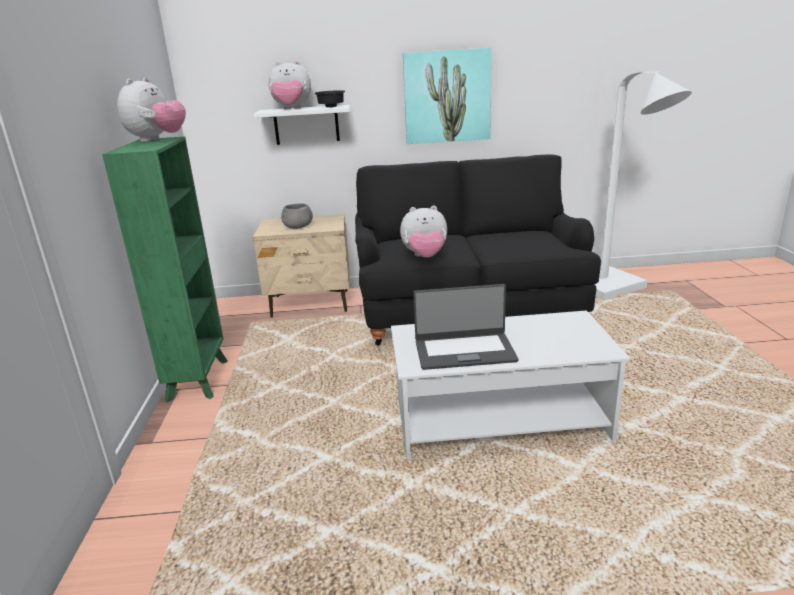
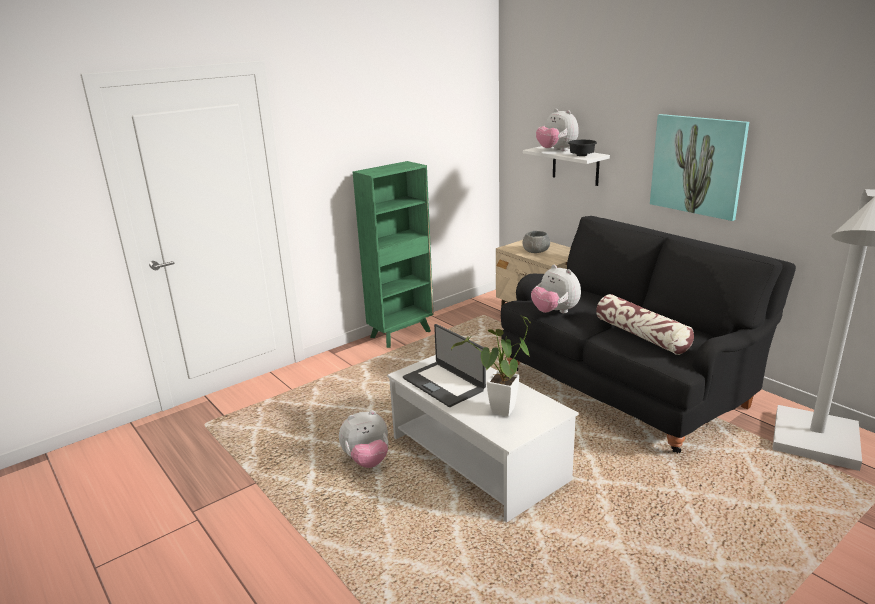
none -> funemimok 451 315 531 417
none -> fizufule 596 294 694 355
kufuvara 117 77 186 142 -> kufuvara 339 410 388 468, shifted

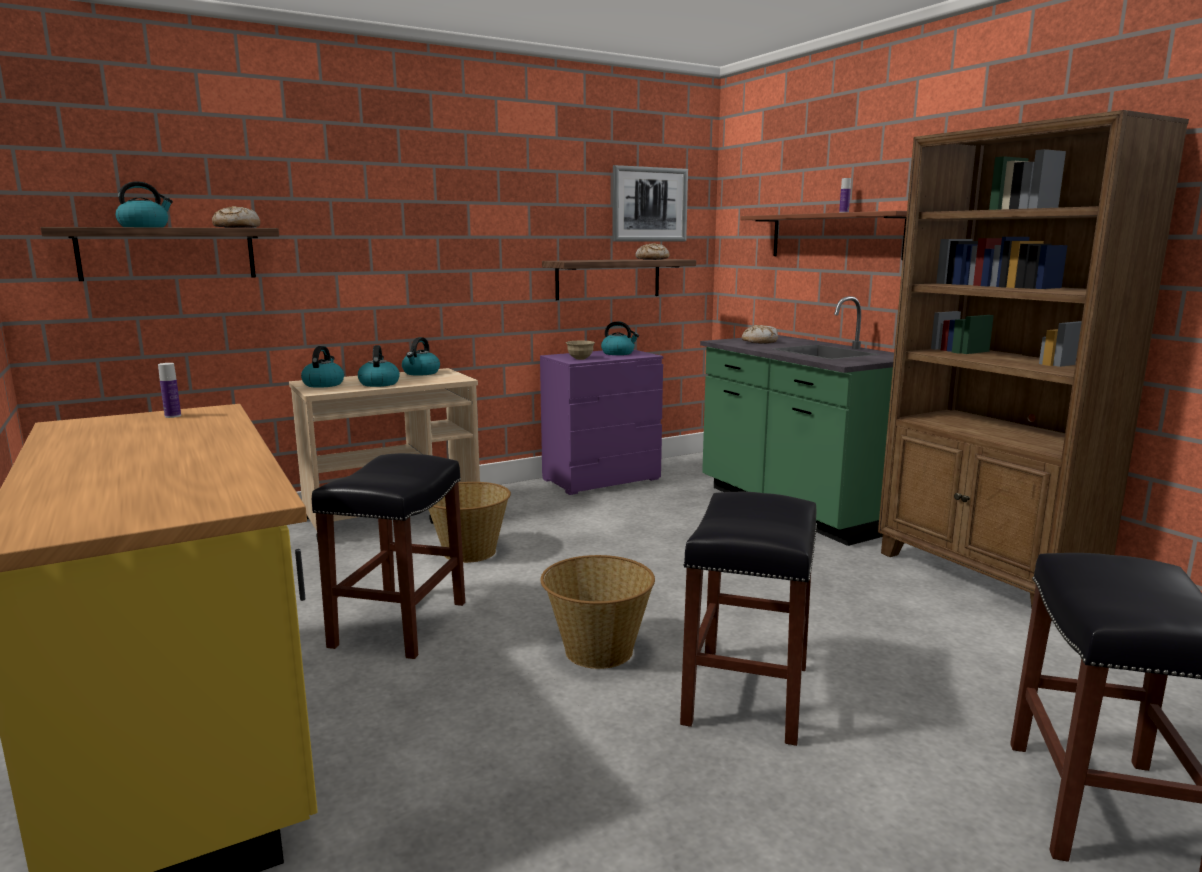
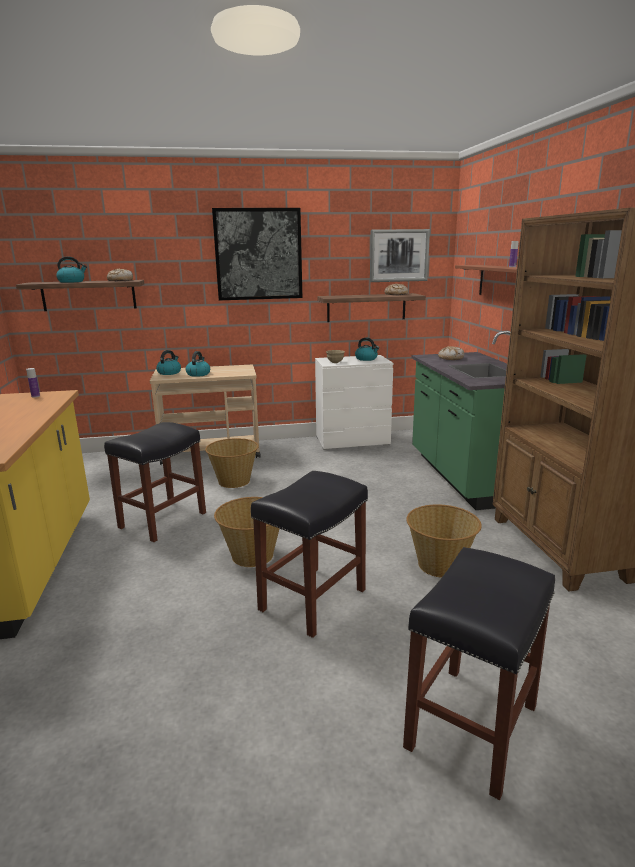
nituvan 402 337 440 376 -> none
none -> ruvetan 212 208 303 300
none -> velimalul 406 504 482 578
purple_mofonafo 540 350 663 495 -> white_mofonafo 315 355 393 450

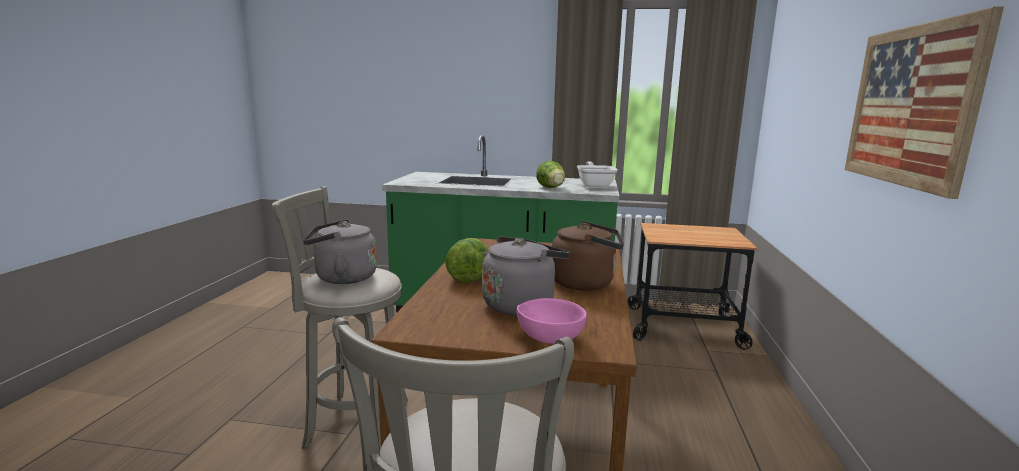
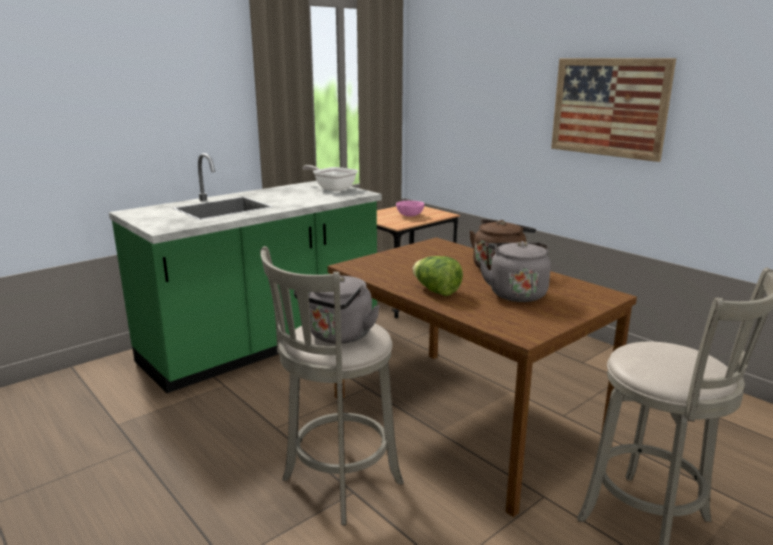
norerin 536 161 565 188 -> none
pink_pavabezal 517 298 587 344 -> pink_pavabezal 396 201 424 217, shifted

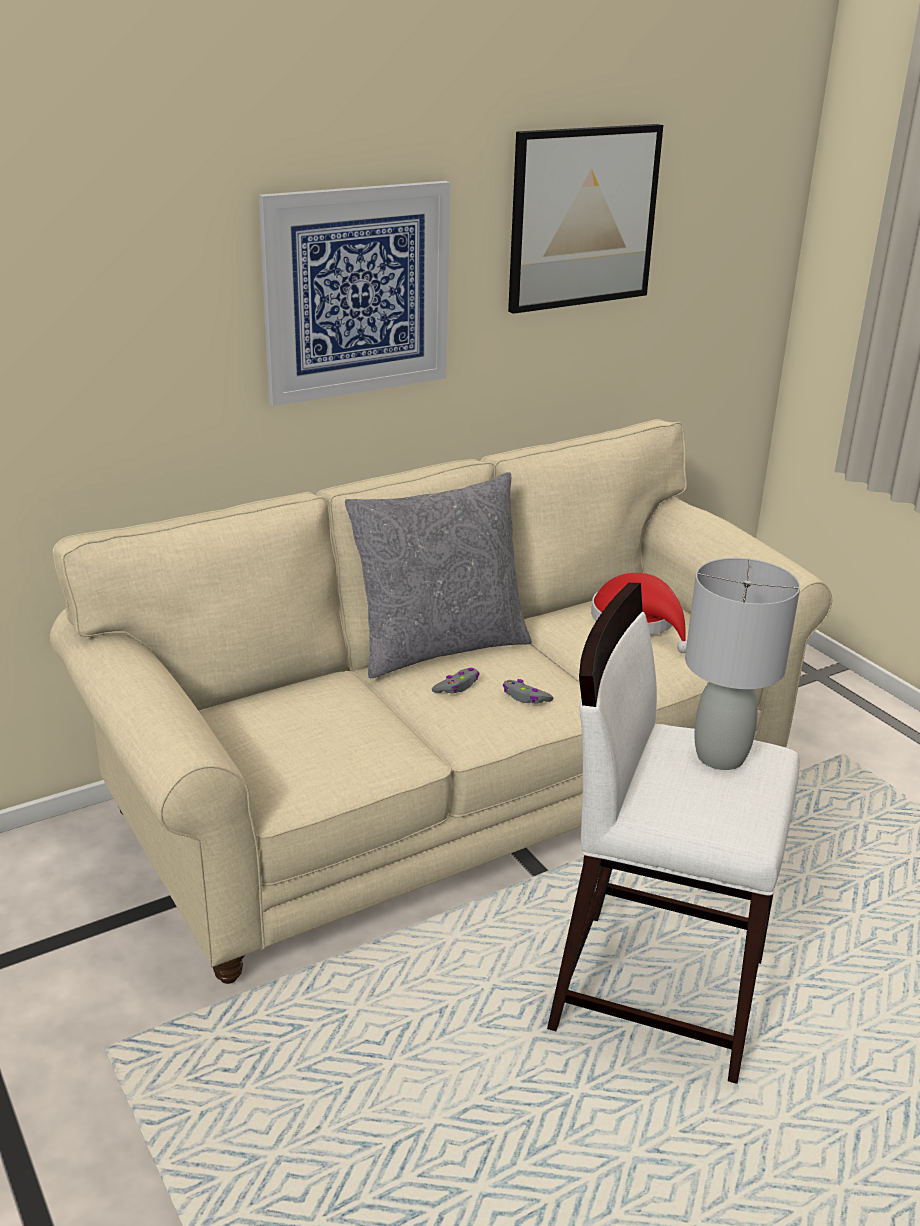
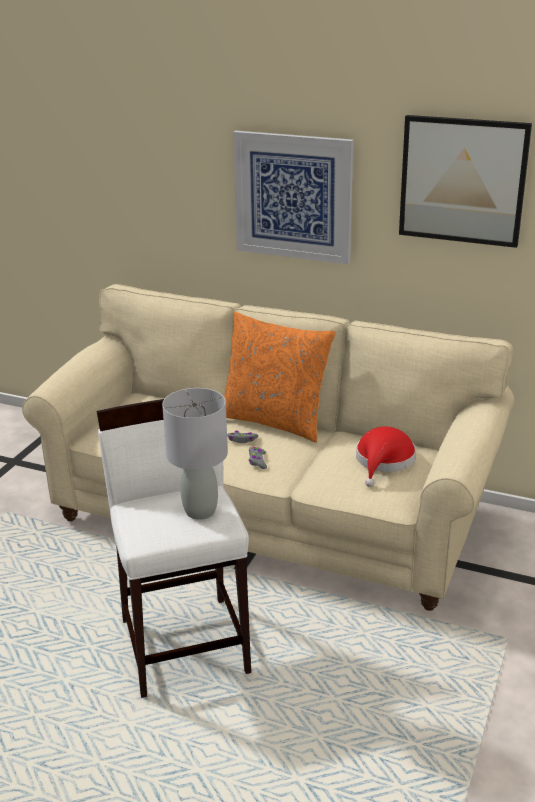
grey_fizufule 345 472 532 678 -> orange_fizufule 224 312 336 442

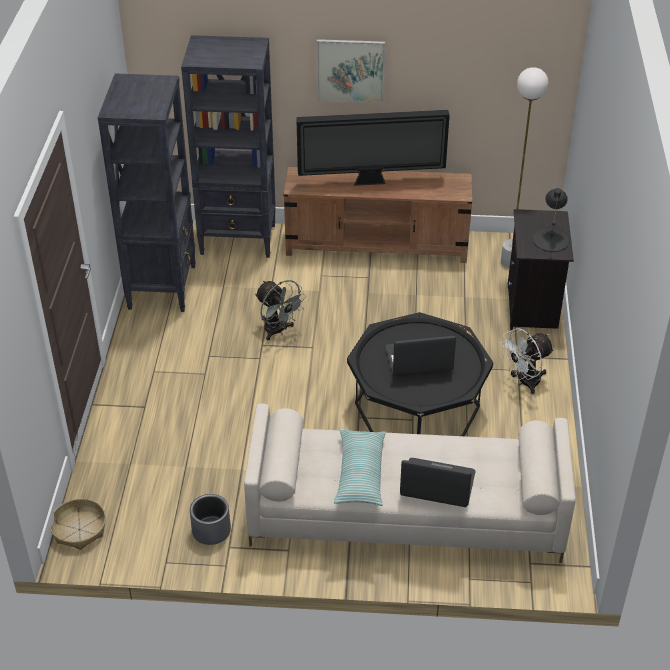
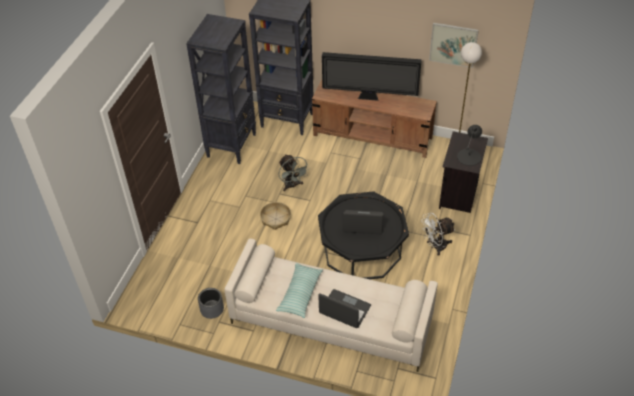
velimalul 50 499 106 550 -> velimalul 260 202 291 230, shifted
ruvetan 317 39 385 103 -> ruvetan 429 23 479 68, shifted

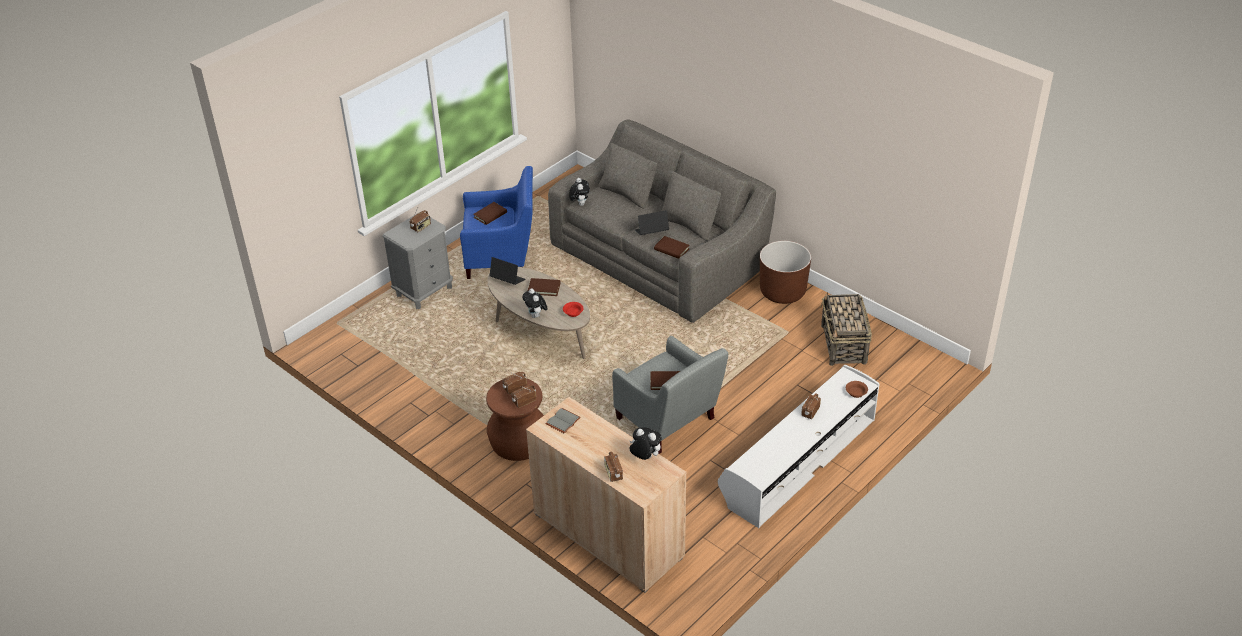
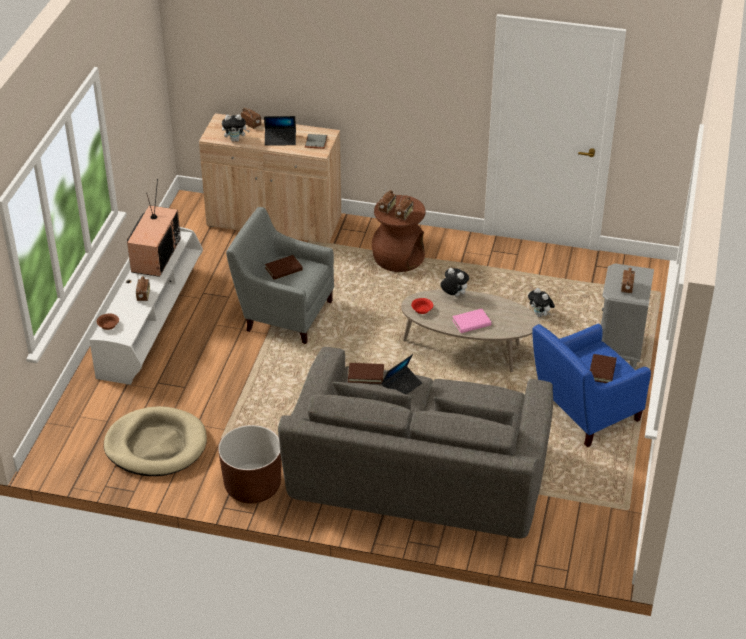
none -> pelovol 127 179 181 277
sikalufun 489 257 525 285 -> sikalufun 264 116 296 146, shifted
kufuvara 569 178 590 206 -> kufuvara 528 288 555 317, shifted
velimalul 821 292 872 366 -> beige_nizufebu 104 406 207 476
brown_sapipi 528 278 561 296 -> pink_sapipi 452 309 491 333

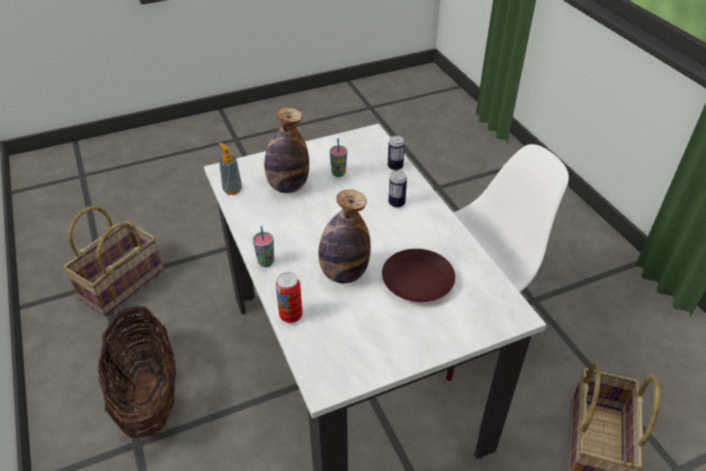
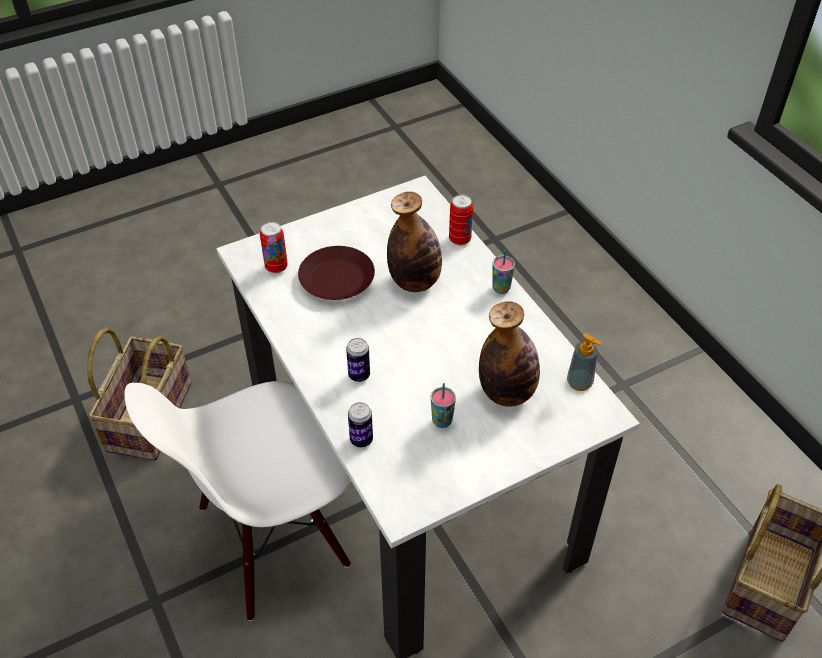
velimalul 97 306 176 438 -> none
none -> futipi 260 222 288 273

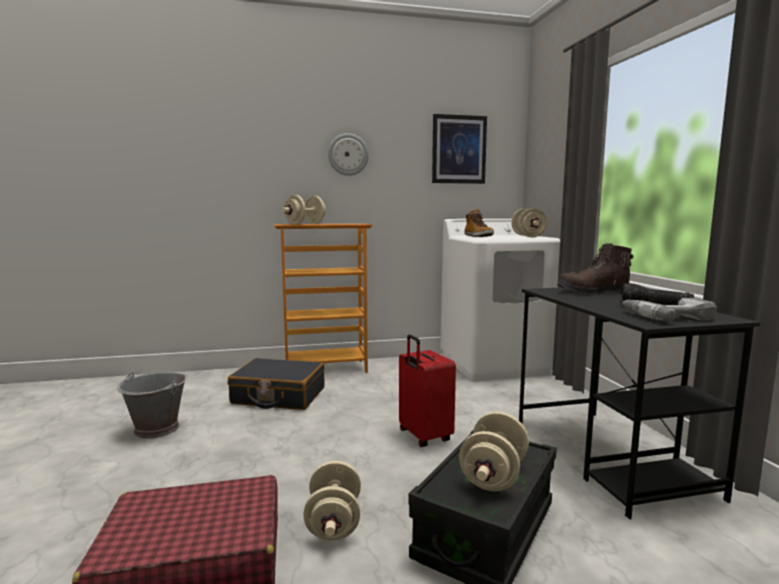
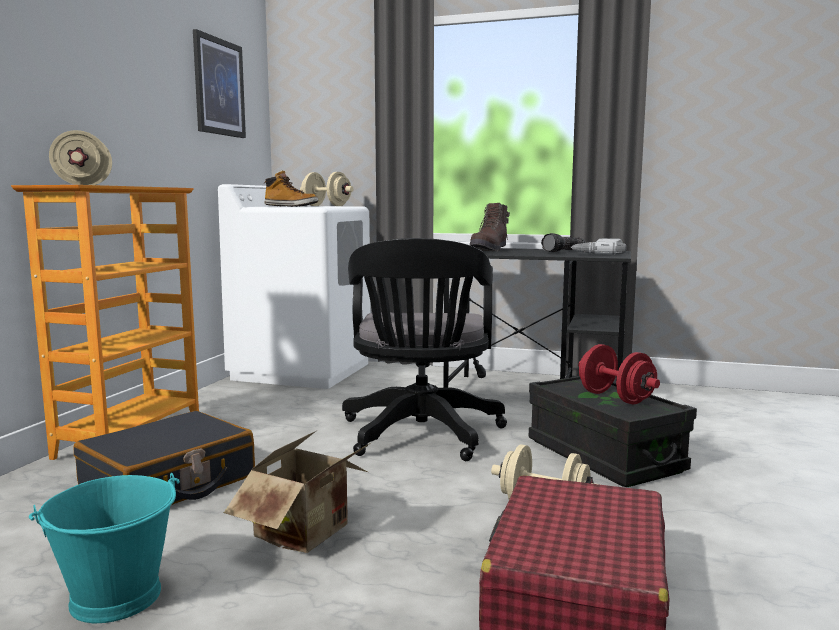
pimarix 328 133 369 176 -> none
none -> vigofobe 224 431 372 553
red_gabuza 399 334 456 447 -> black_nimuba 342 238 507 461
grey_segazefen 117 372 187 439 -> turquoise_segazefen 29 473 180 623
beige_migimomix 459 411 529 491 -> red_migimomix 578 344 660 404

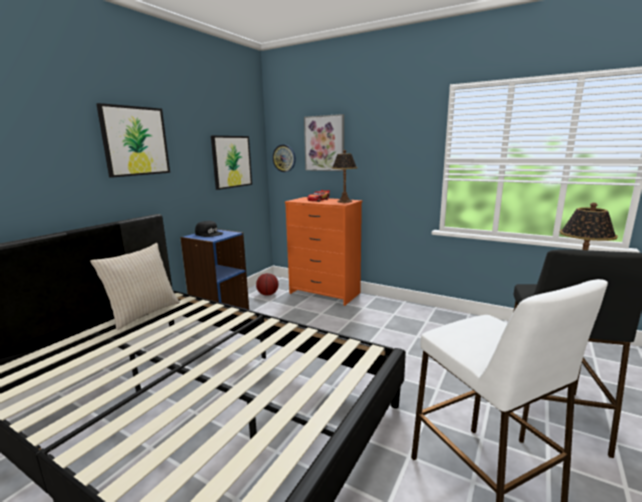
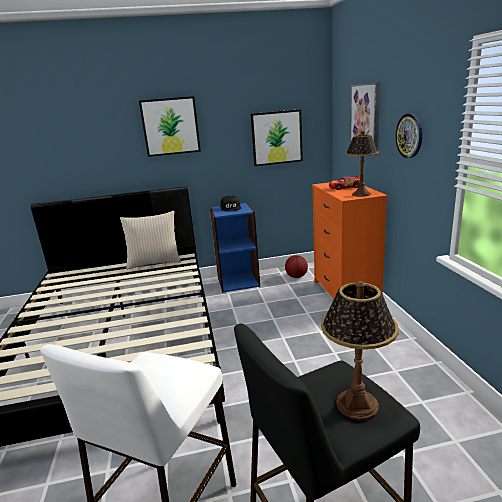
pimarix 272 145 296 172 -> pimarix 395 113 423 158, shifted

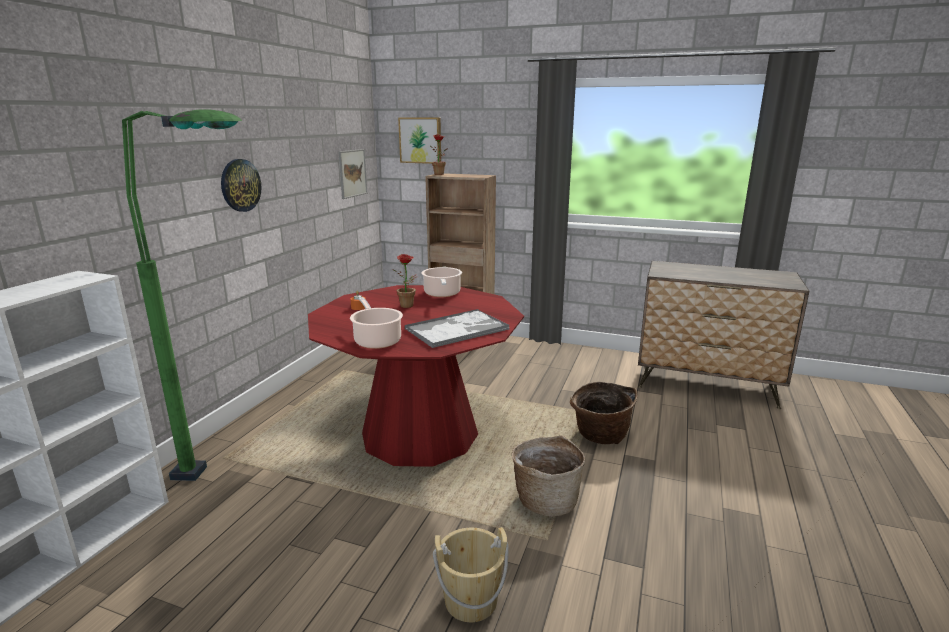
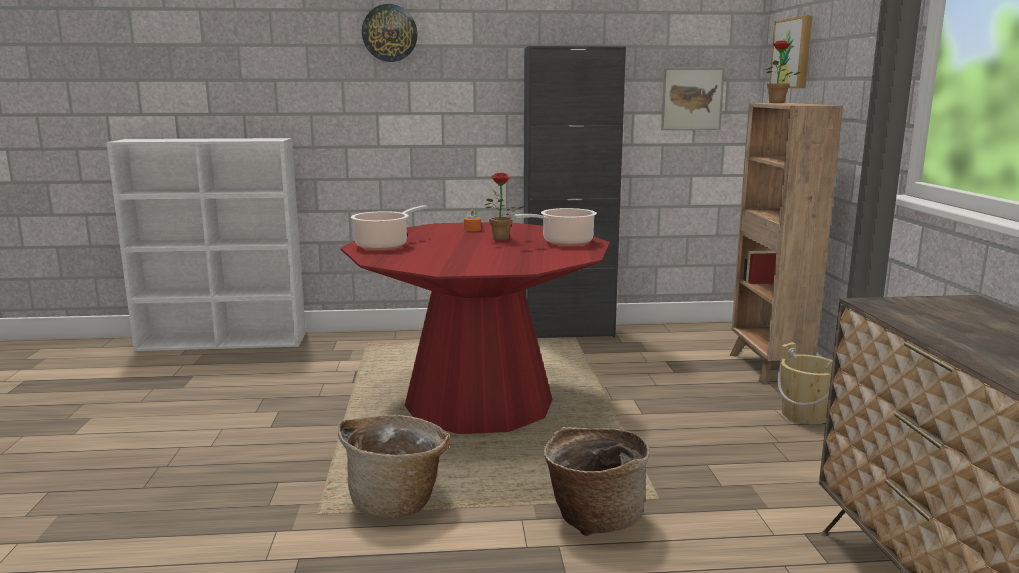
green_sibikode 122 110 242 481 -> none
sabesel 405 309 510 348 -> none
none -> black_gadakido 524 46 626 338
pimarix 221 159 262 212 -> pimarix 362 4 418 62, shifted
beige_segazefen 433 527 509 622 -> beige_segazefen 777 342 833 424, shifted

